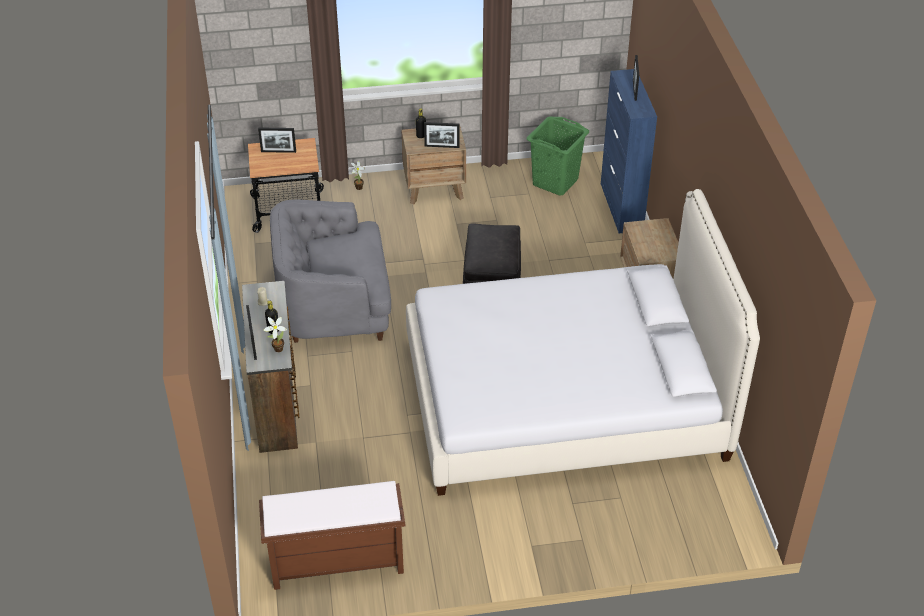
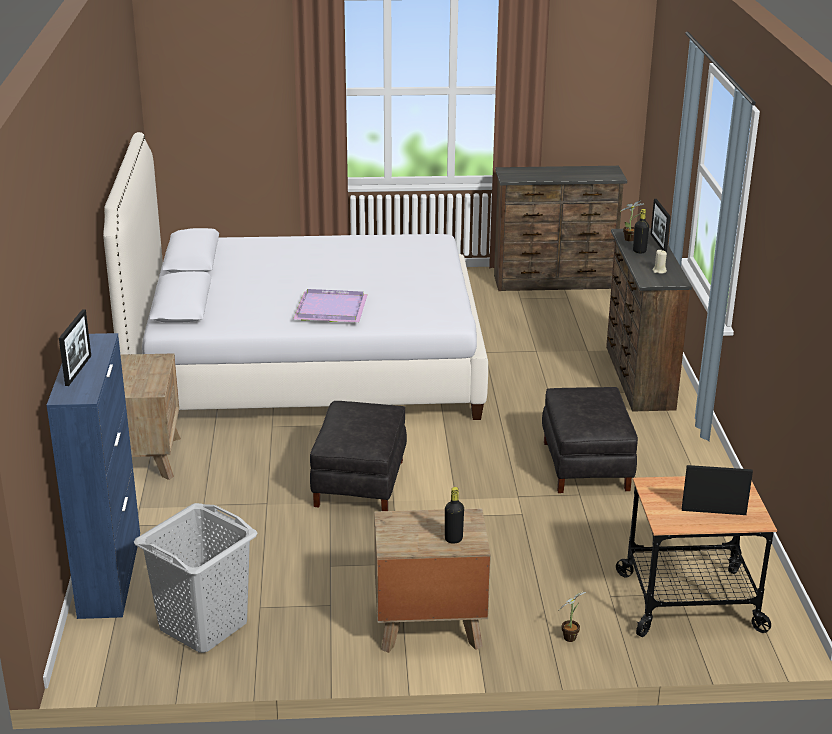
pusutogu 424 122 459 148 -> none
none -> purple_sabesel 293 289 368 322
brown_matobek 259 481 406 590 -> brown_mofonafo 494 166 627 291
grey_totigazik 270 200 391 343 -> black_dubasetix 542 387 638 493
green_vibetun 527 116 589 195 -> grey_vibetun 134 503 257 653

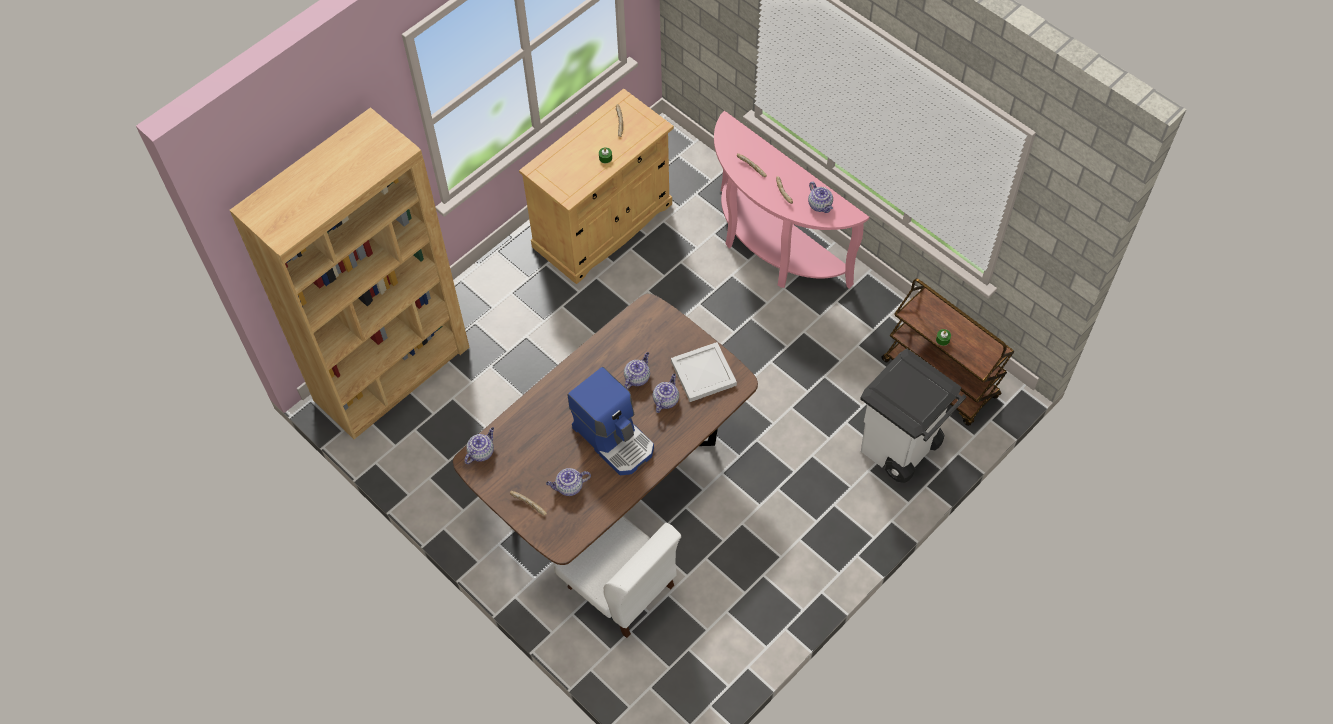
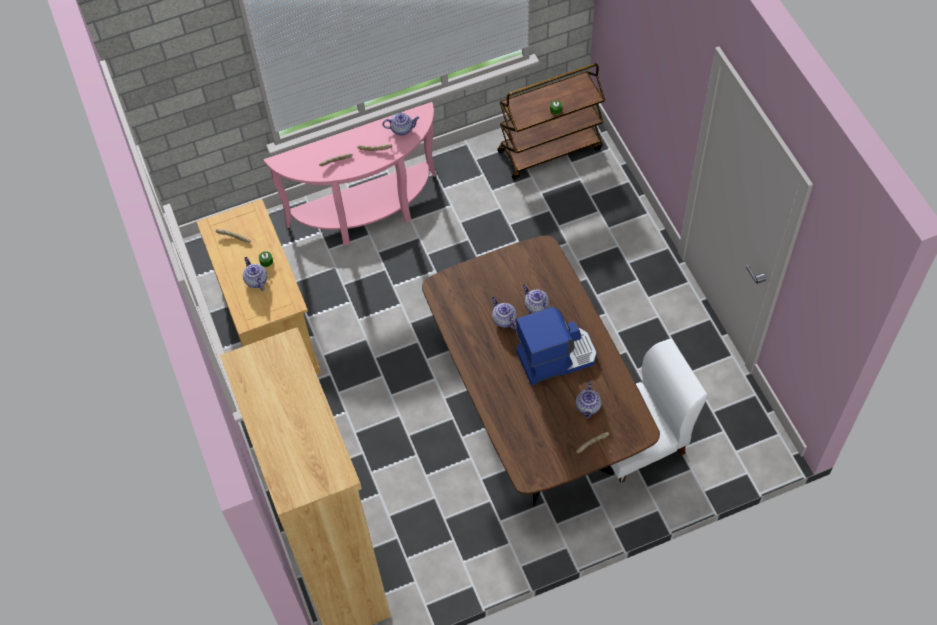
white_sabesel 671 342 737 402 -> none
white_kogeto 860 349 967 483 -> none
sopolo 464 427 494 464 -> sopolo 243 257 267 291, shifted

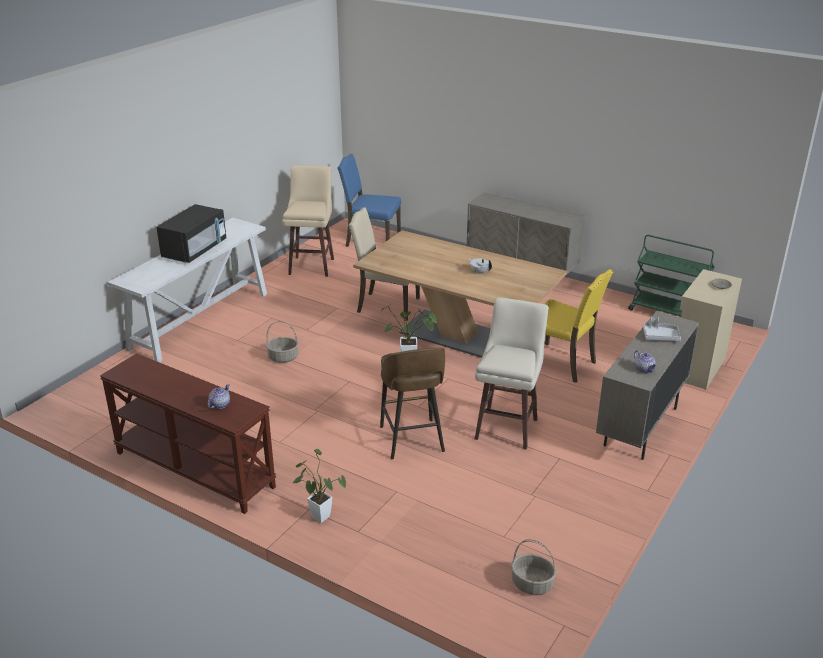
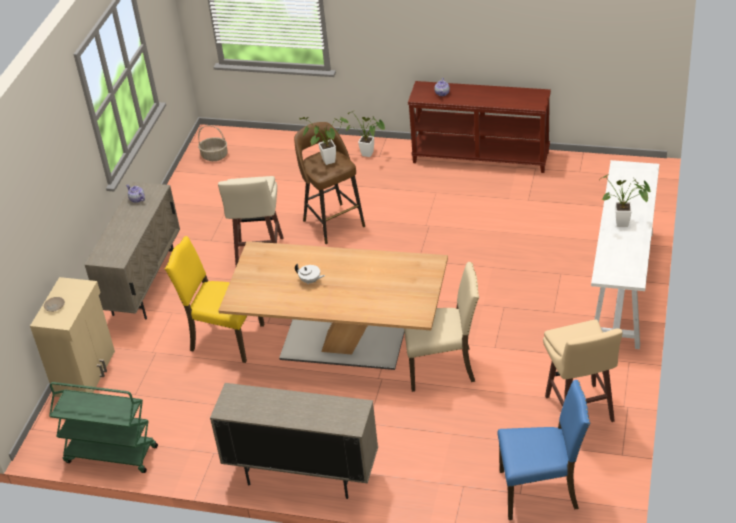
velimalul 266 321 299 363 -> none
grey_sabesel 643 317 681 341 -> none
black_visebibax 156 204 226 263 -> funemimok 599 174 651 227

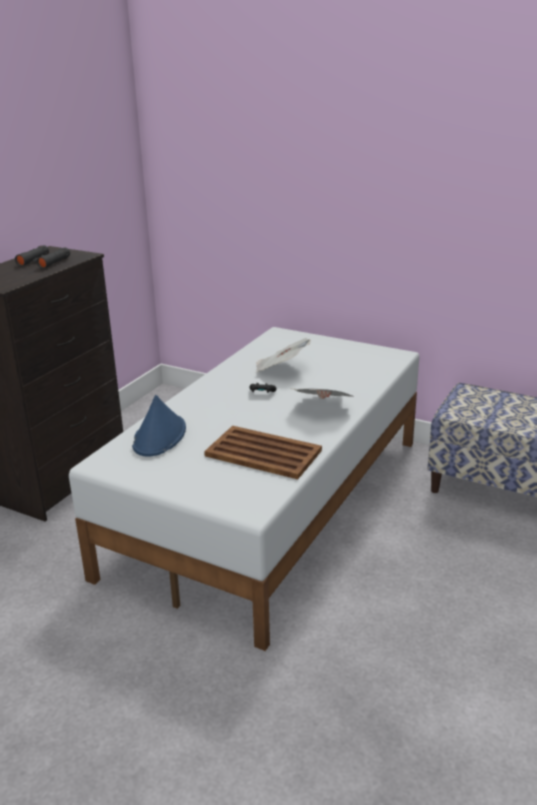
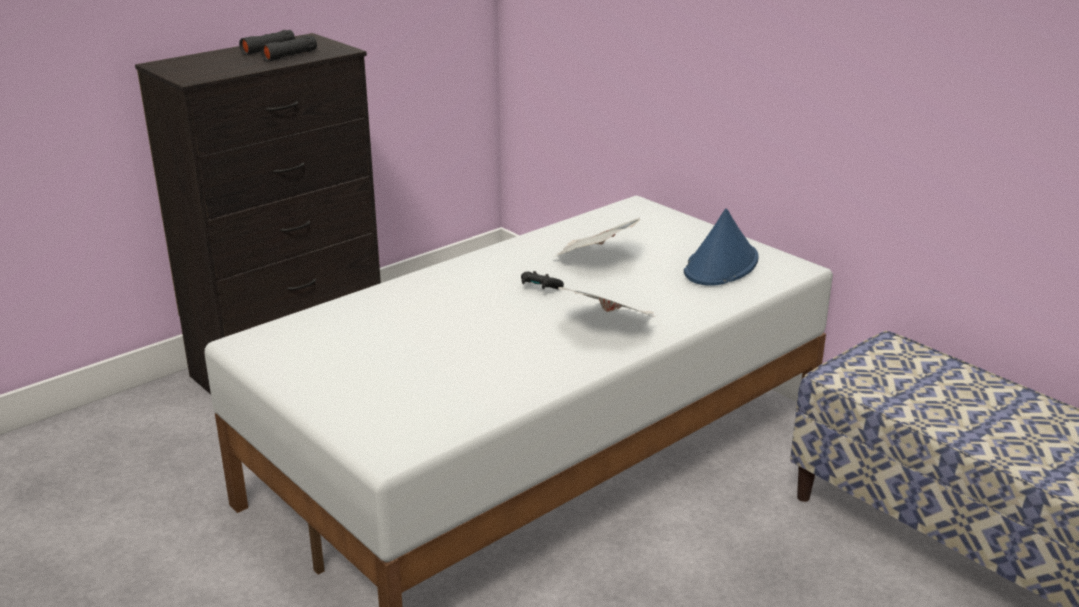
brown_sabesel 204 426 322 479 -> none
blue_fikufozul 132 395 186 457 -> blue_fikufozul 684 208 758 286, shifted

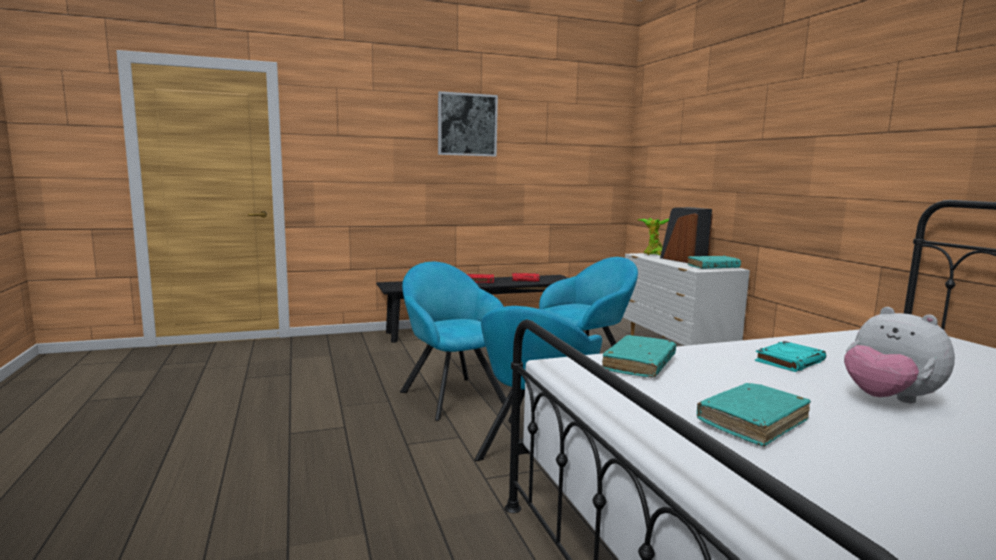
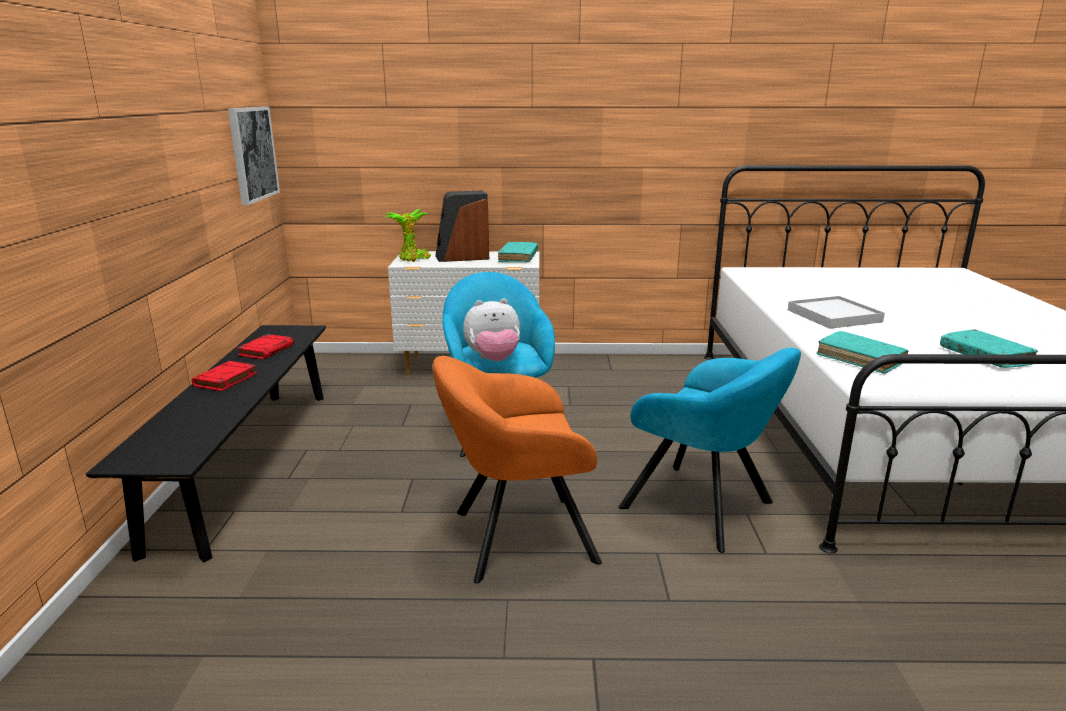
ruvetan 438 91 498 156 -> ruvetan 228 107 280 205, shifted
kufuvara 844 307 955 403 -> kufuvara 463 299 520 361, shifted
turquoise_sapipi 755 341 826 372 -> white_sabesel 788 296 885 329
turquoise_totigazik 400 262 506 421 -> orange_totigazik 433 356 602 583

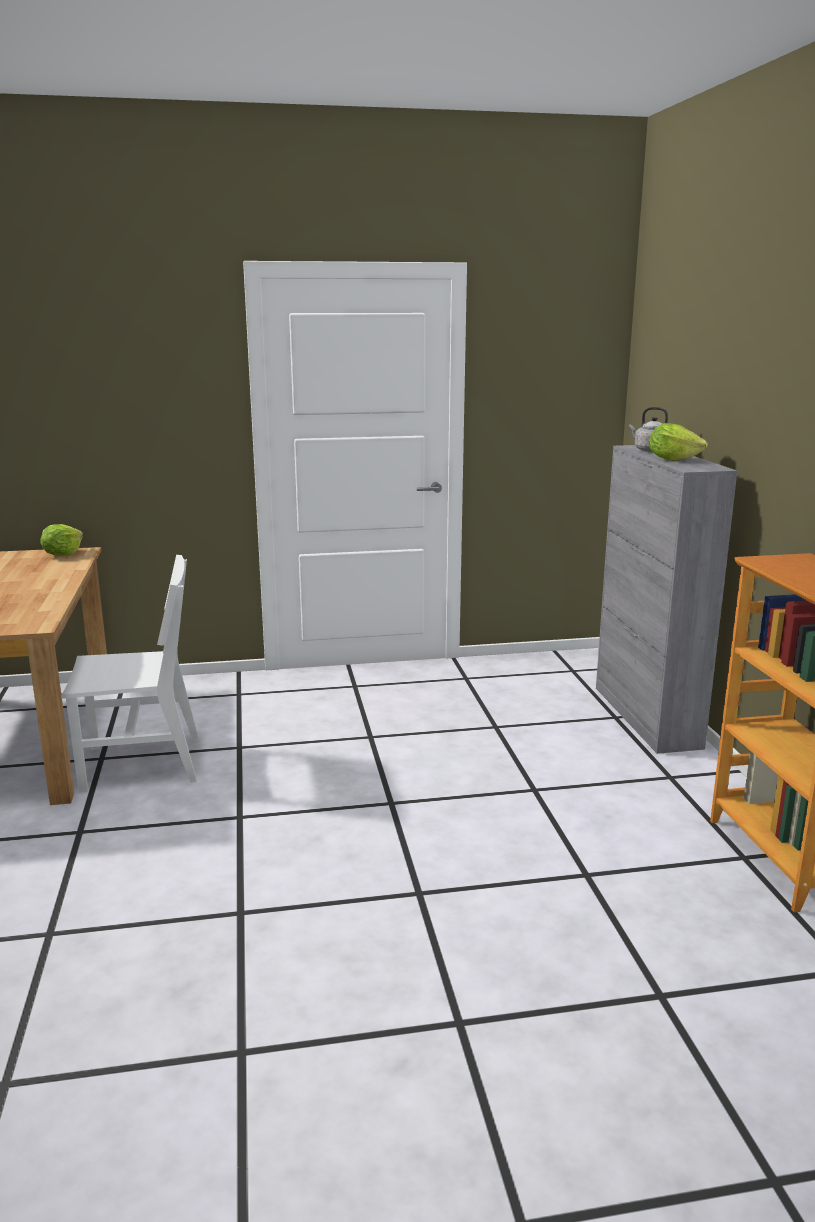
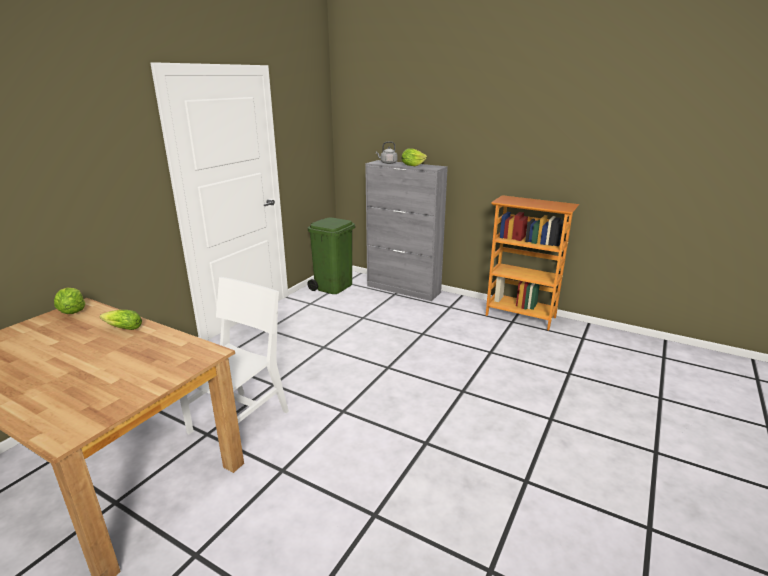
none -> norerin 100 310 142 330
none -> green_kogeto 307 218 355 294

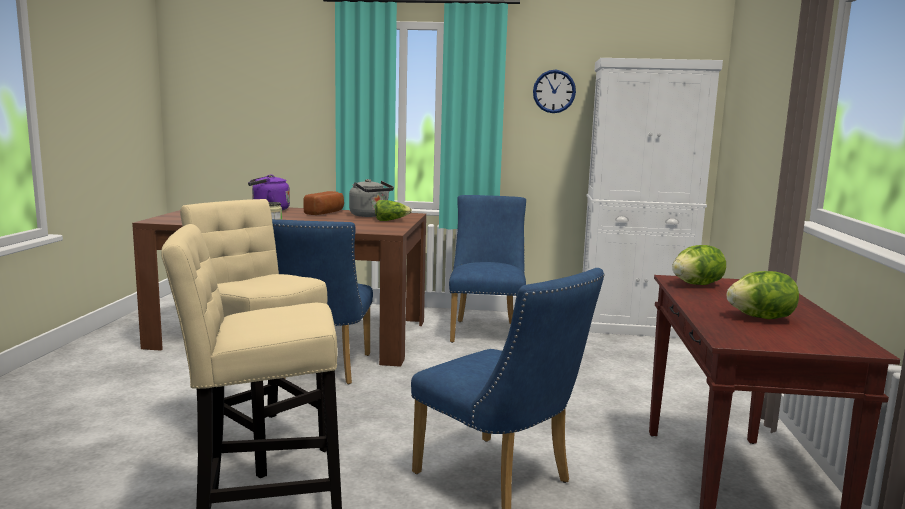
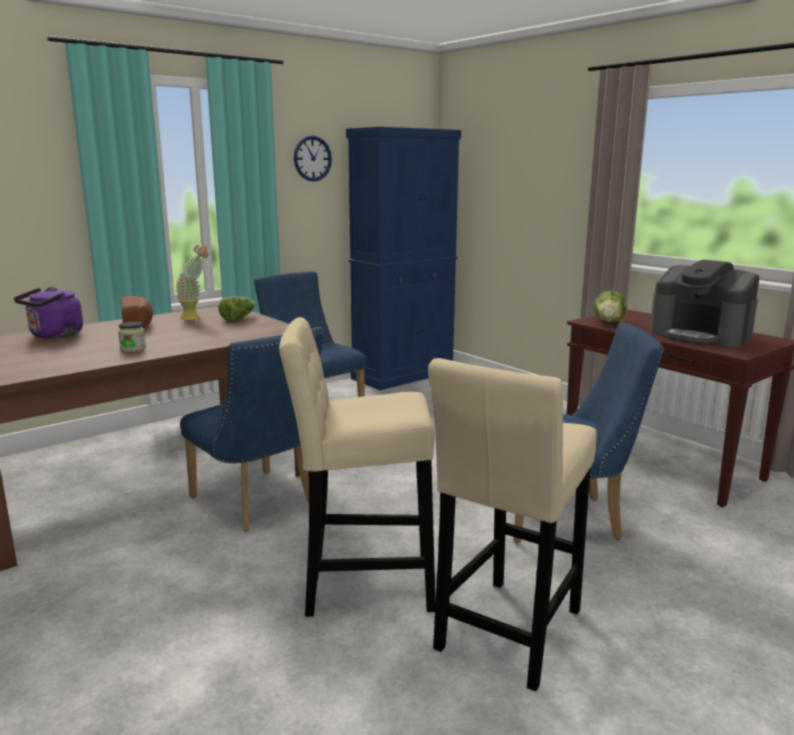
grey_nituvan 349 179 394 217 -> funemimok 175 245 209 320
norerin 727 271 799 319 -> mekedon 650 260 759 347
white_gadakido 583 58 723 338 -> blue_gadakido 346 127 461 390

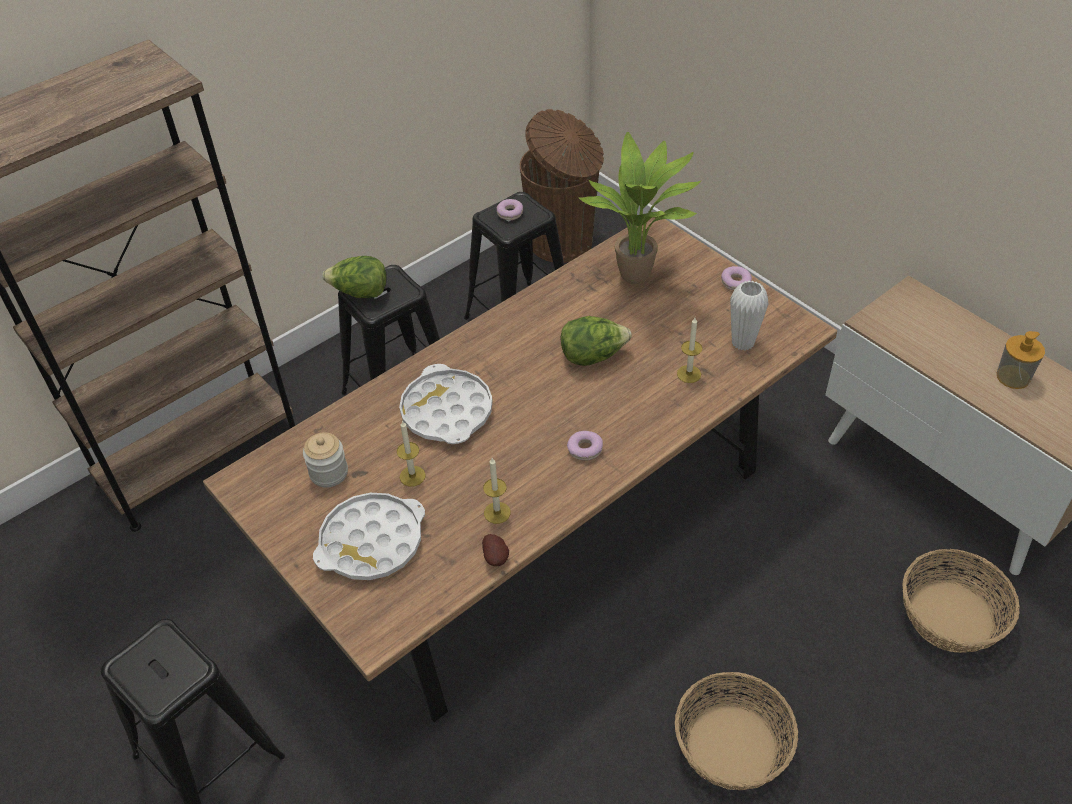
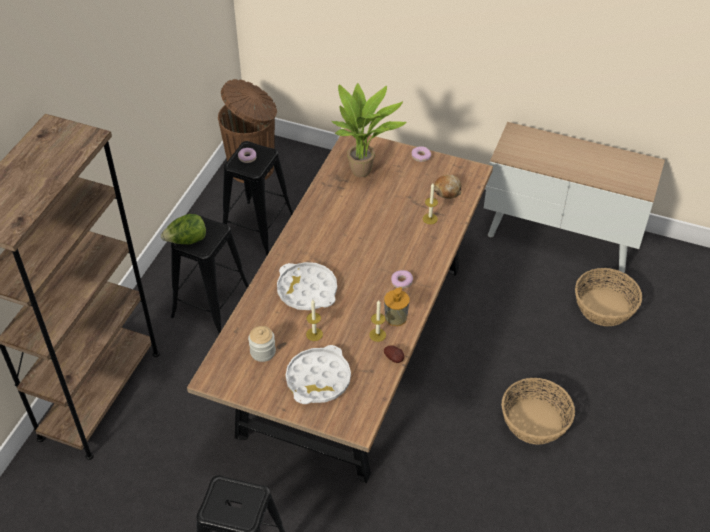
norerin 561 316 632 366 -> none
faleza 997 331 1045 389 -> faleza 384 287 410 326, shifted
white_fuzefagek 730 281 768 351 -> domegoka 434 175 462 199

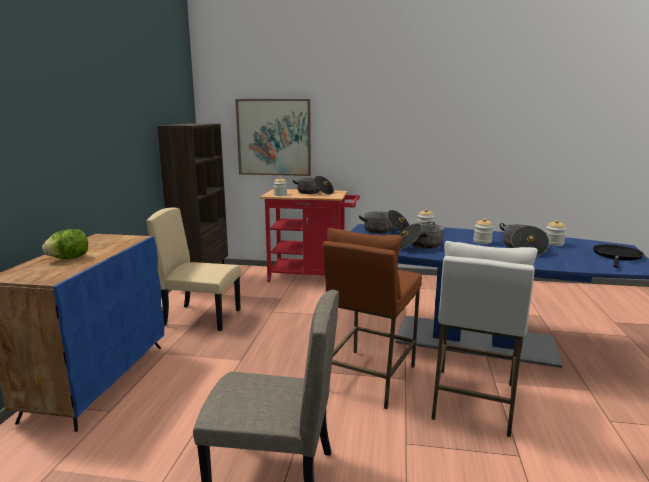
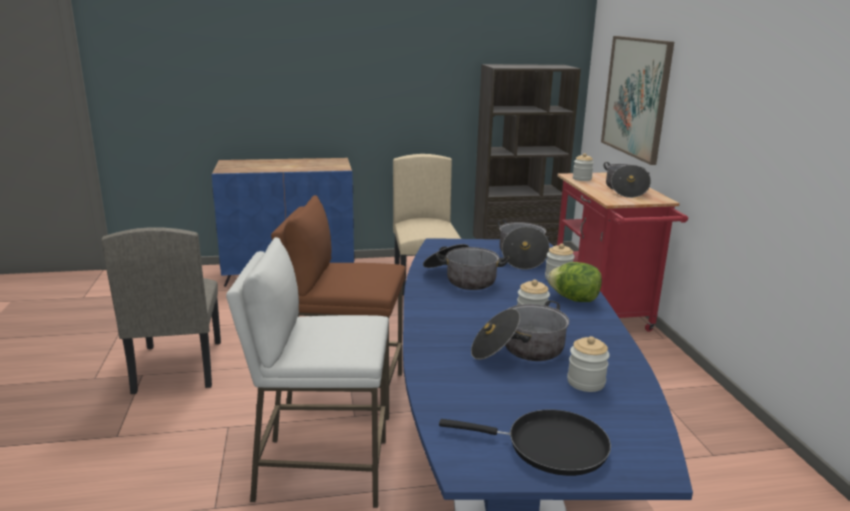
norerin 42 229 88 259 -> norerin 548 262 602 302, shifted

